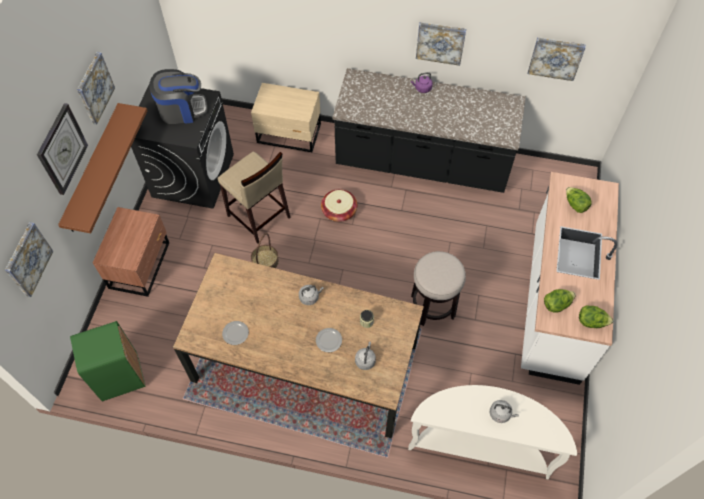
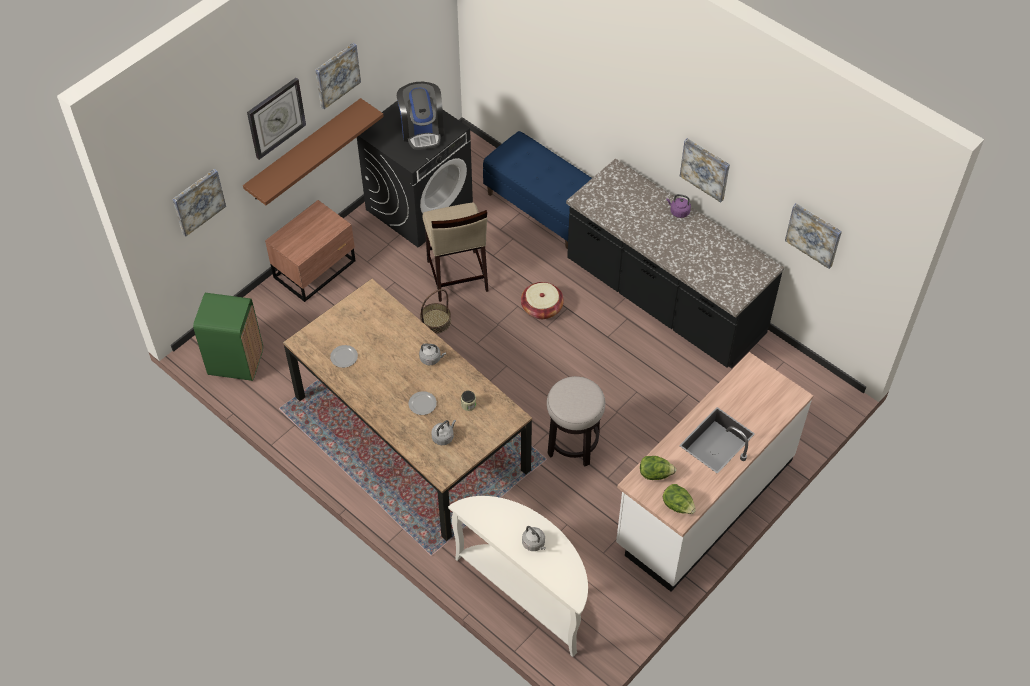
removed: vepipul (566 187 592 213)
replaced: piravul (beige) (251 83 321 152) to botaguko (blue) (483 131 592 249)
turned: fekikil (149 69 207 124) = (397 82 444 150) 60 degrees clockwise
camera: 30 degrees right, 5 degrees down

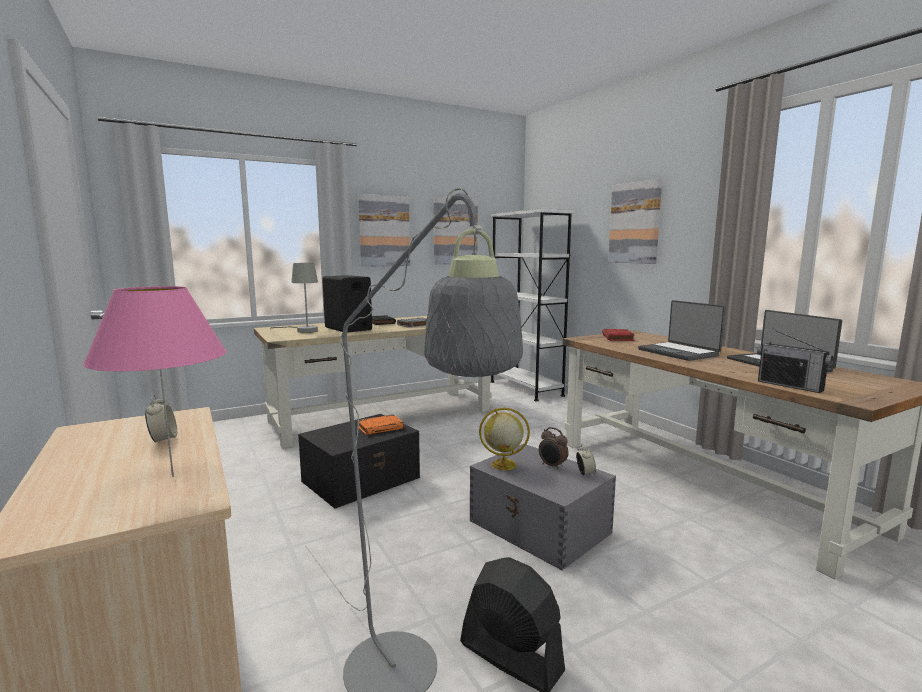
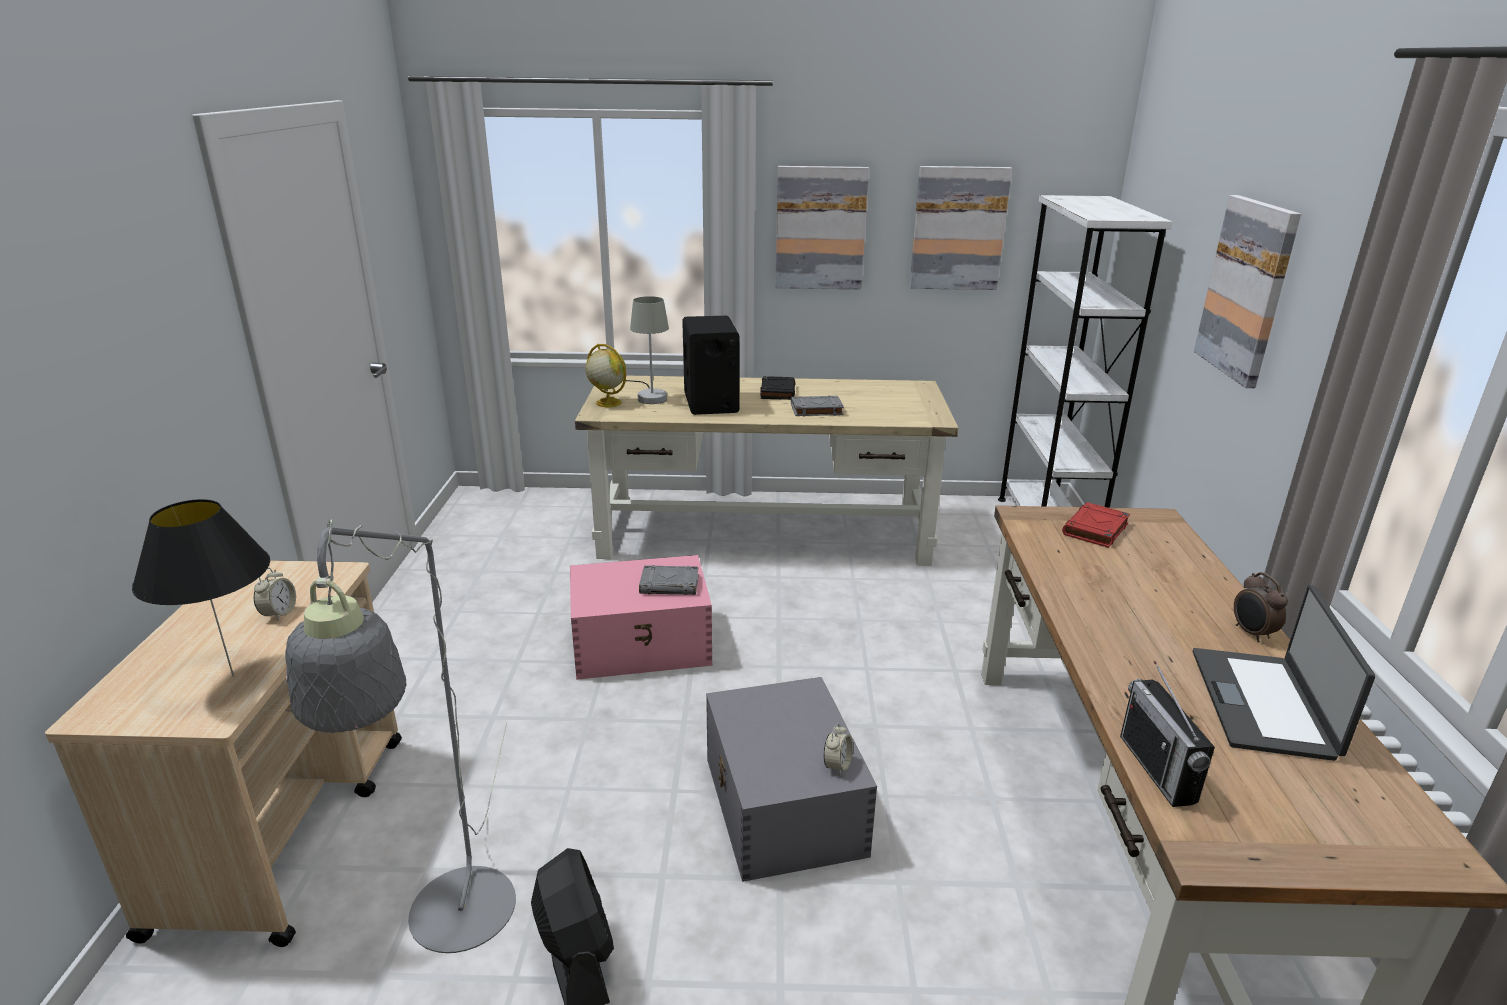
removed: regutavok (638 300 726 361)
moved: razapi (479 408 530 470) to (585 344 626 408); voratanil (539 427 568 470) to (1234 572 1288 642)
recoloured: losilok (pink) (83 286 227 477) to losilok (black) (132 499 270 677); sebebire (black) (298 414 420 508) to sebebire (pink) (570 555 712 680); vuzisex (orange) (357 414 404 435) to vuzisex (grey) (639 565 699 595)
camera: 30 degrees right, 15 degrees up

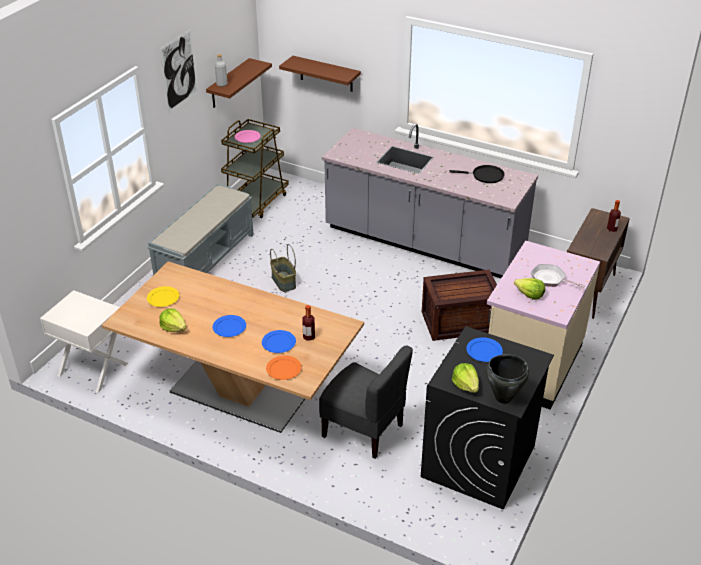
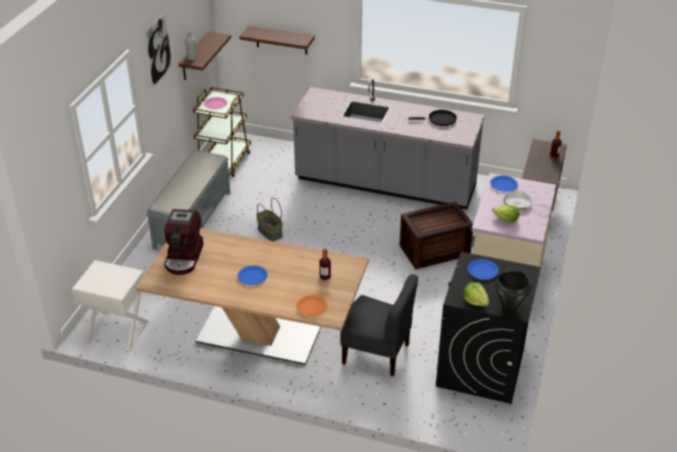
removed: vepipul (159 308 186 332)
moved: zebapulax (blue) (262 330 296 353) to (490 176 518 192)
replaced: zebapulax (yellow) (147 286 179 307) to fekikil (164 209 203 275)
camera: 10 degrees left, 0 degrees up

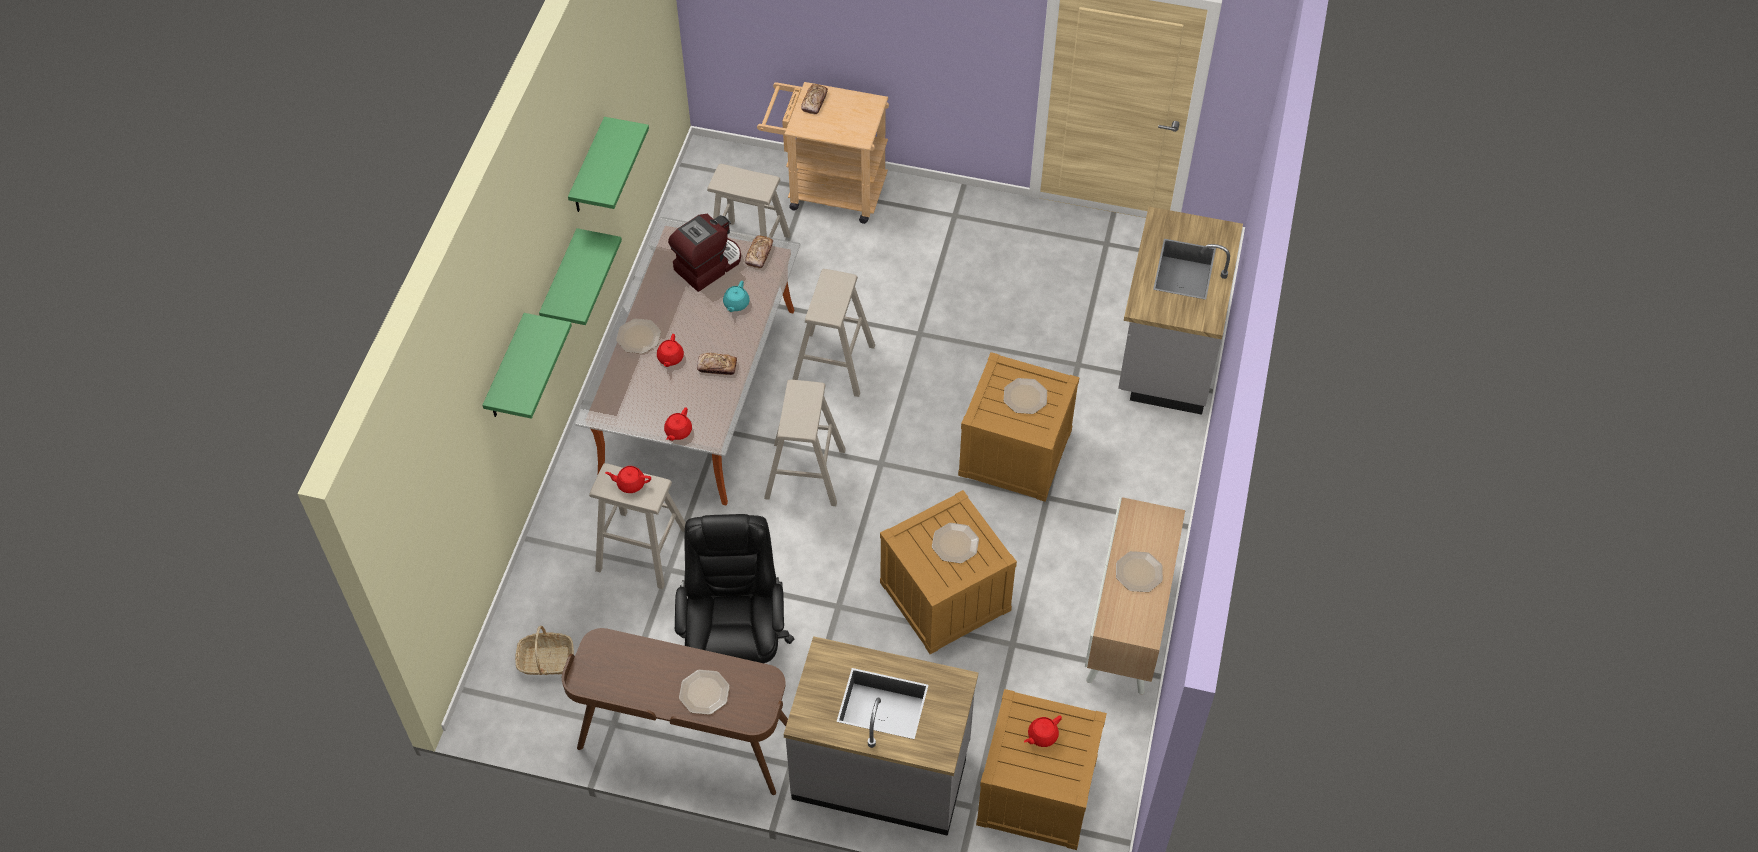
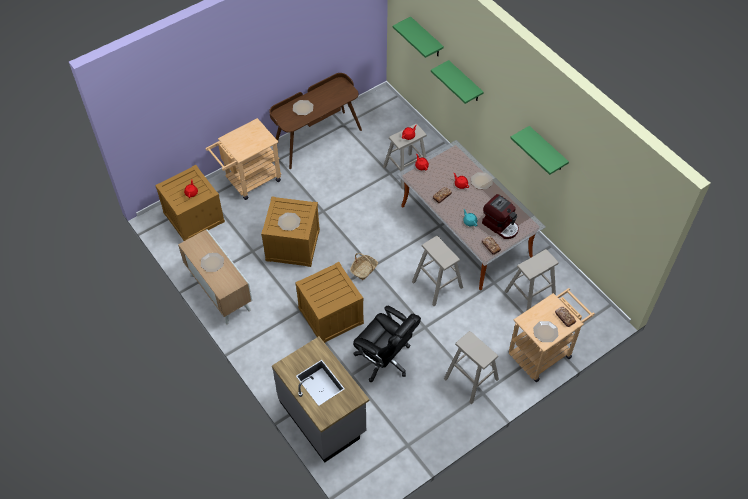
moved: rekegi (515 626 574 675) to (350 253 378 280); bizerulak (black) (675 514 794 663) to (353 306 421 382); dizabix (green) (539 228 622 325) to (393 17 444 58); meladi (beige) (764 380 846 506) to (444 331 499 404); zebapulax (1004 378 1047 414) to (533 321 559 342)
replaced: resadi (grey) (784 636 978 836) to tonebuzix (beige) (206 118 281 200)
turned: fekikil (668 214 741 292) = (482 194 519 239) 45 degrees counterclockwise
camera: 130 degrees right, 0 degrees up

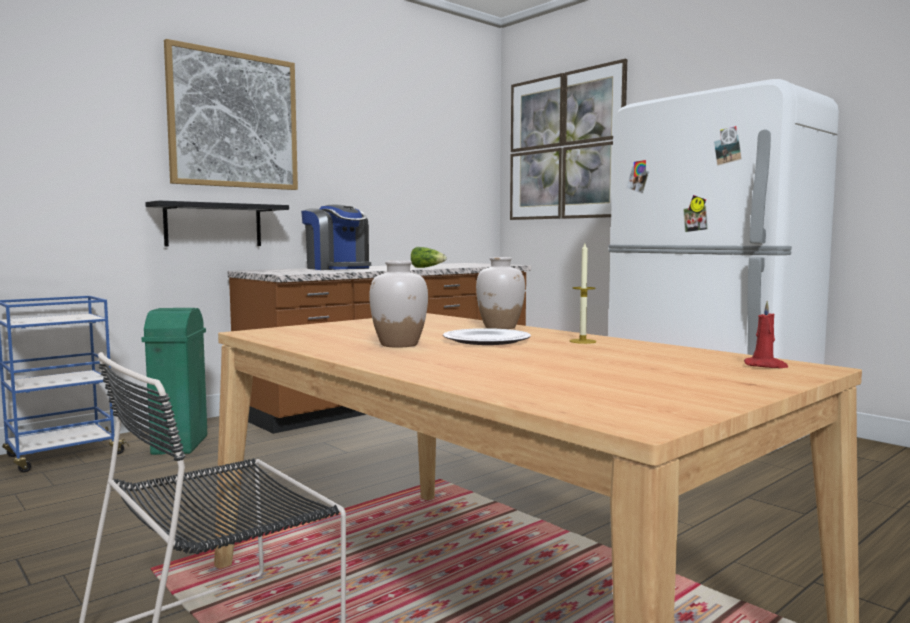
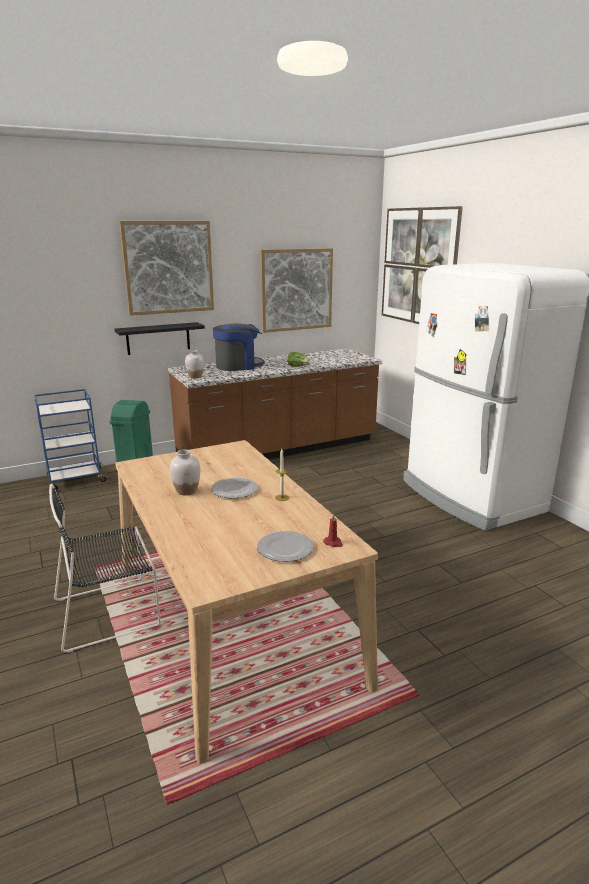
added: zebapulax (257 531 314 562); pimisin (260 248 333 333)
moved: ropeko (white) (476 257 525 329) to (185 350 204 378)
turned: fekikil (301 205 371 270) = (213 324 265 371) 90 degrees counterclockwise
camera: 15 degrees right, 15 degrees up

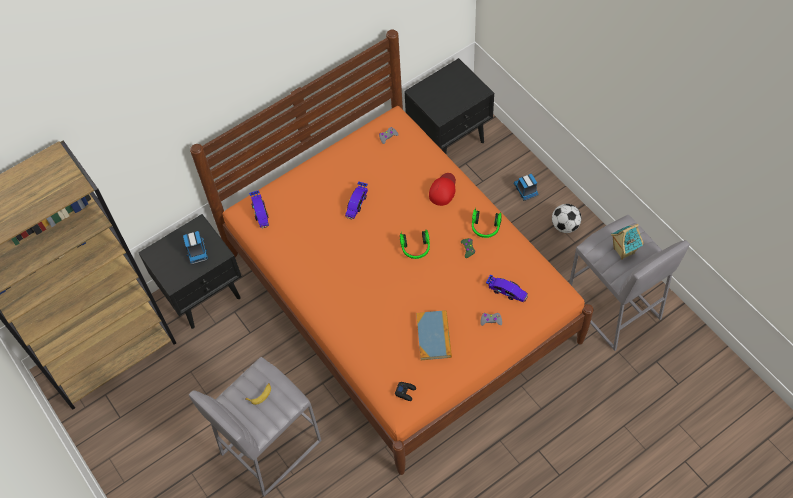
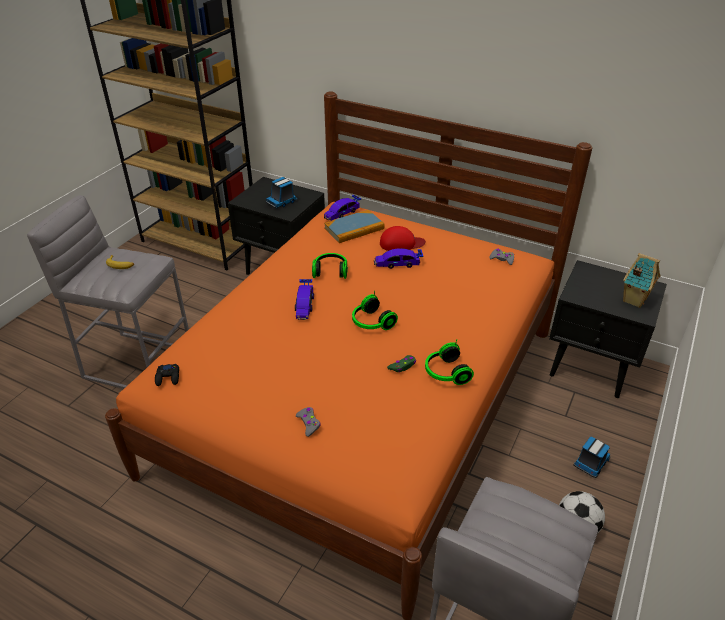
added: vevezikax (312 253 348 279)
moved: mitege (486 275 528 302) to (295 279 314 320); vuzisex (416 310 452 360) to (324 210 384 243); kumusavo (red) (429 173 456 206) to (380 226 426 251); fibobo (611 224 644 260) to (623 253 661 308)
camera: 60 degrees right, 20 degrees down

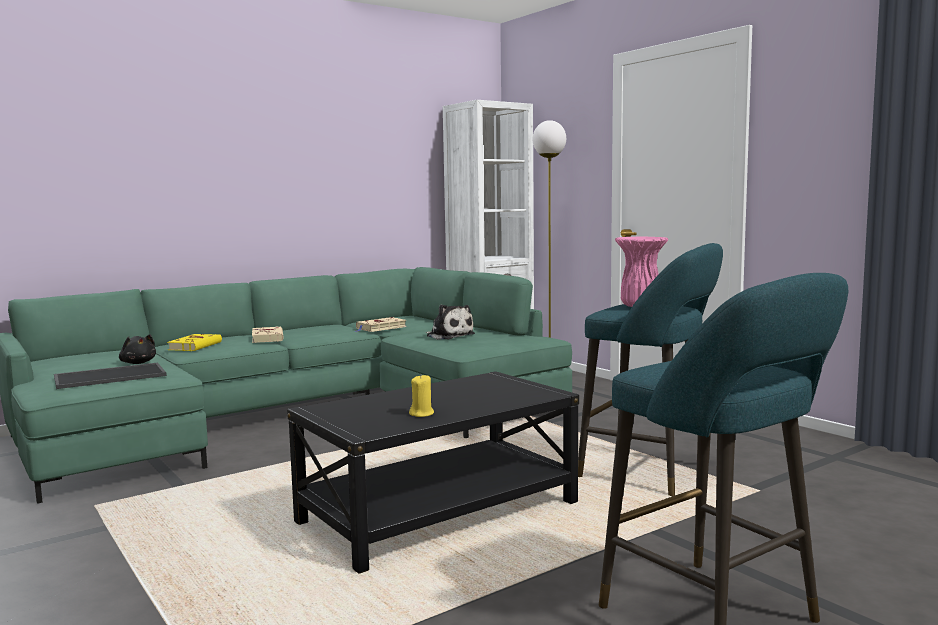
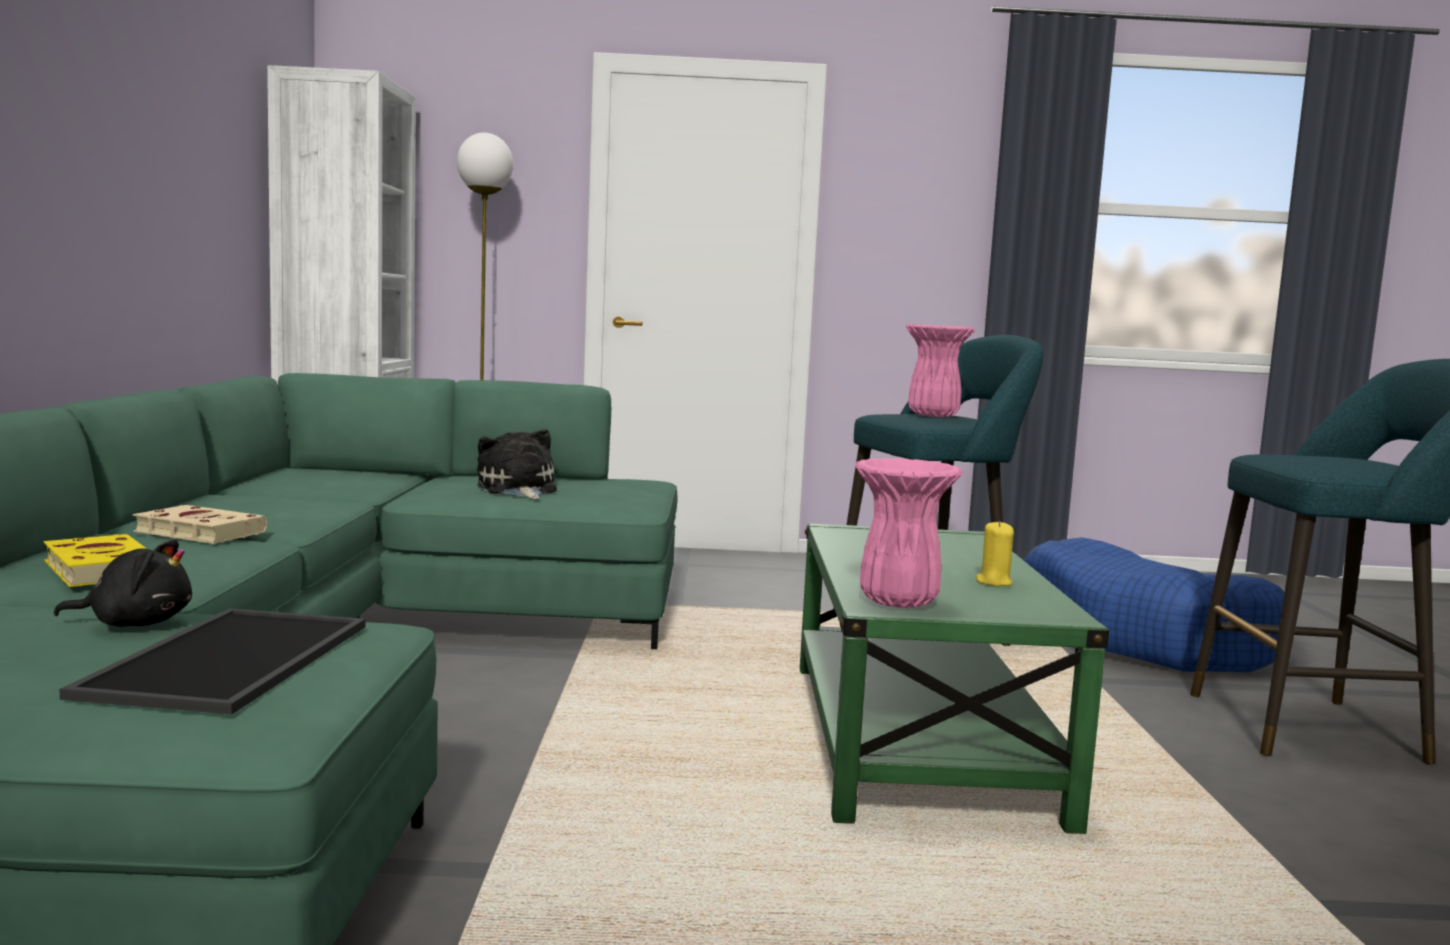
removed: vuzisex (beige) (356 317 407 332)
added: ropeko (pink) (855 458 963 608); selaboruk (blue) (1024 537 1284 672)
recoloured: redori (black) (287 371 579 574) to redori (green) (800 523 1109 834)
turned: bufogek (425 304 475 340) = (477 429 557 499) 105 degrees counterclockwise
camera: 55 degrees left, 0 degrees up

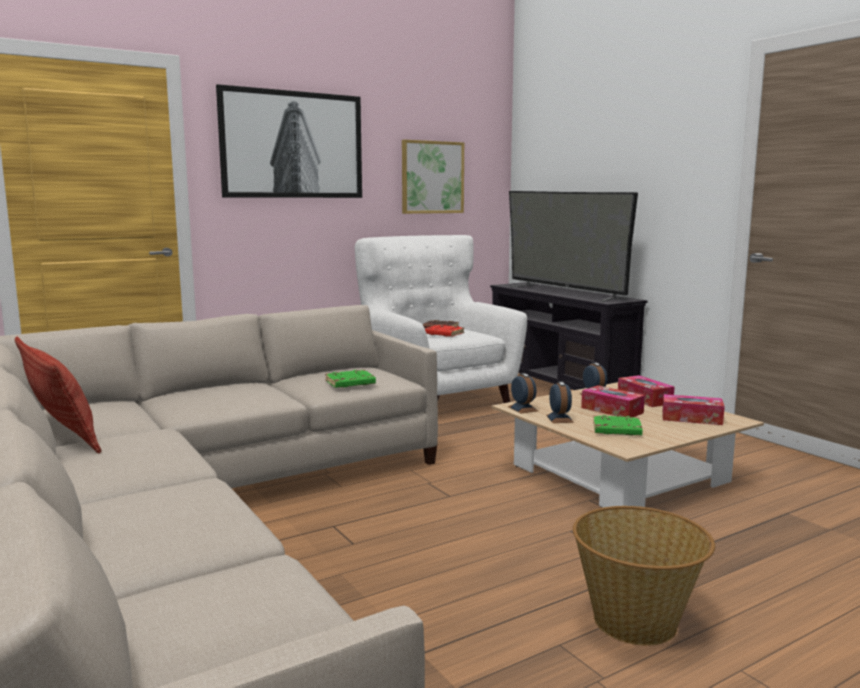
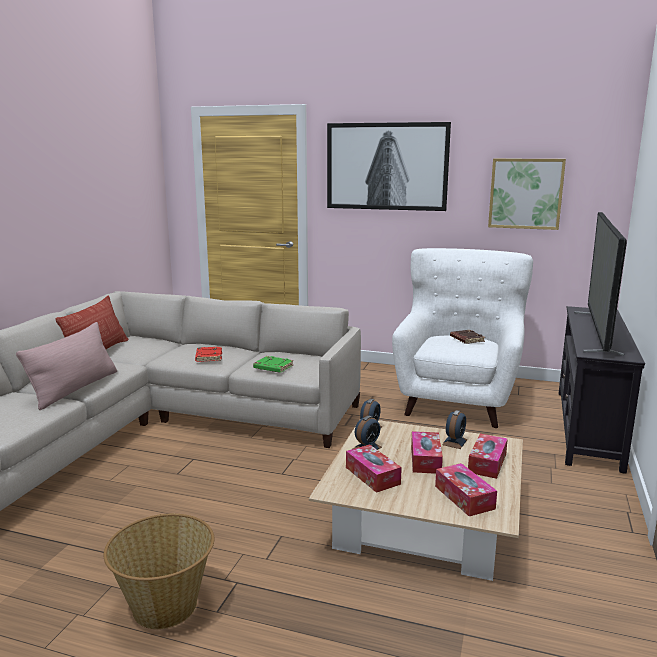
added: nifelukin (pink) (16 322 117 410)
moved: vuzisex (red) (425 325 464 337) to (195 347 222 362)
replaced: vuzisex (green) (593 415 642 435) to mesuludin (346 444 402 493)
camera: 50 degrees right, 5 degrees up

